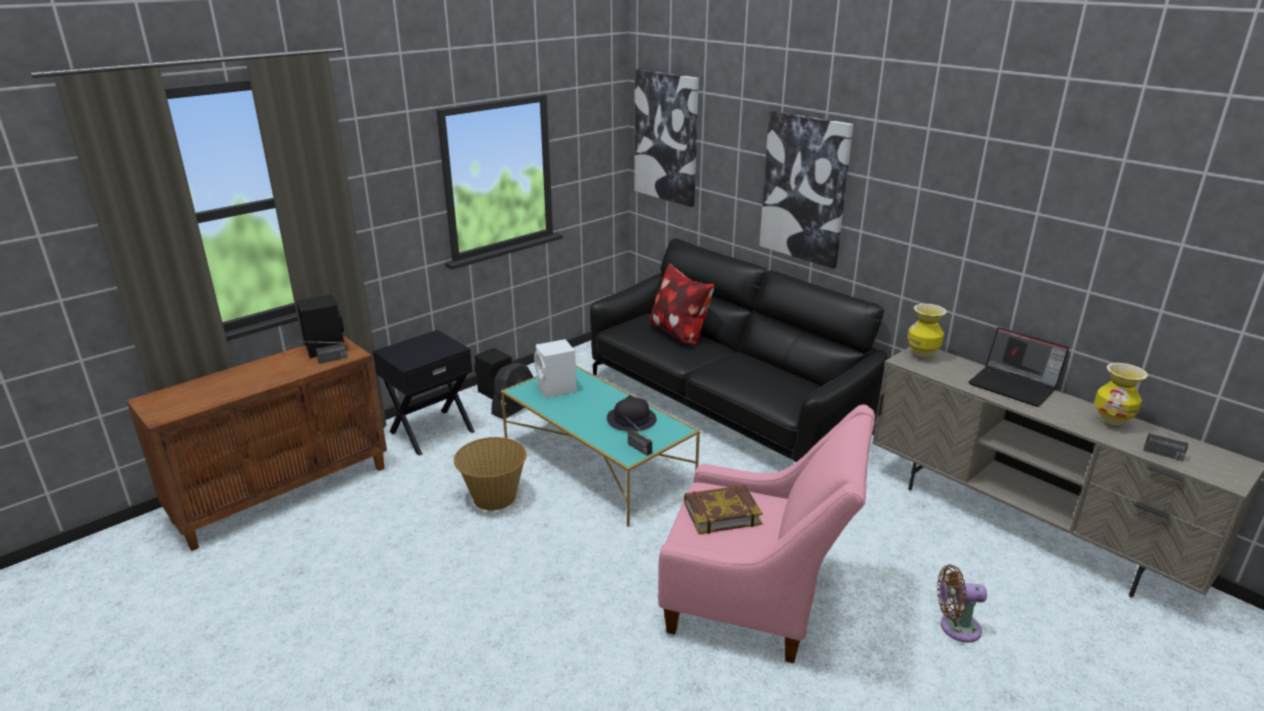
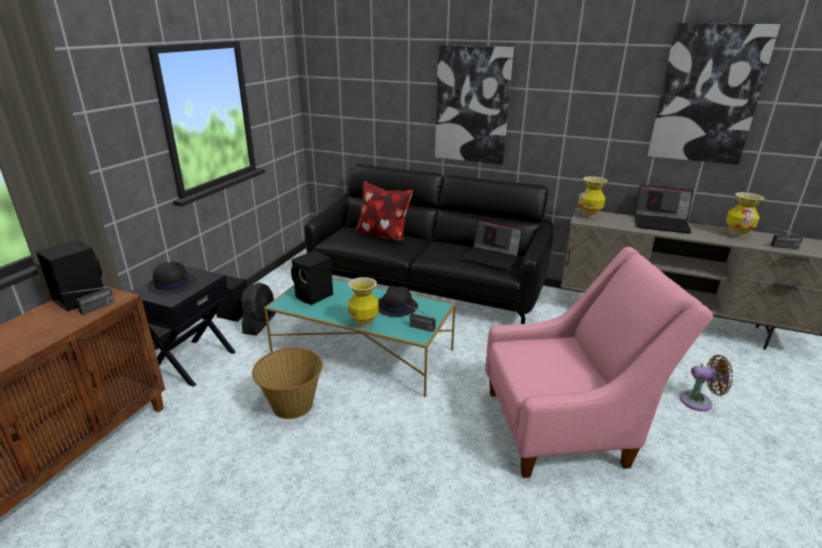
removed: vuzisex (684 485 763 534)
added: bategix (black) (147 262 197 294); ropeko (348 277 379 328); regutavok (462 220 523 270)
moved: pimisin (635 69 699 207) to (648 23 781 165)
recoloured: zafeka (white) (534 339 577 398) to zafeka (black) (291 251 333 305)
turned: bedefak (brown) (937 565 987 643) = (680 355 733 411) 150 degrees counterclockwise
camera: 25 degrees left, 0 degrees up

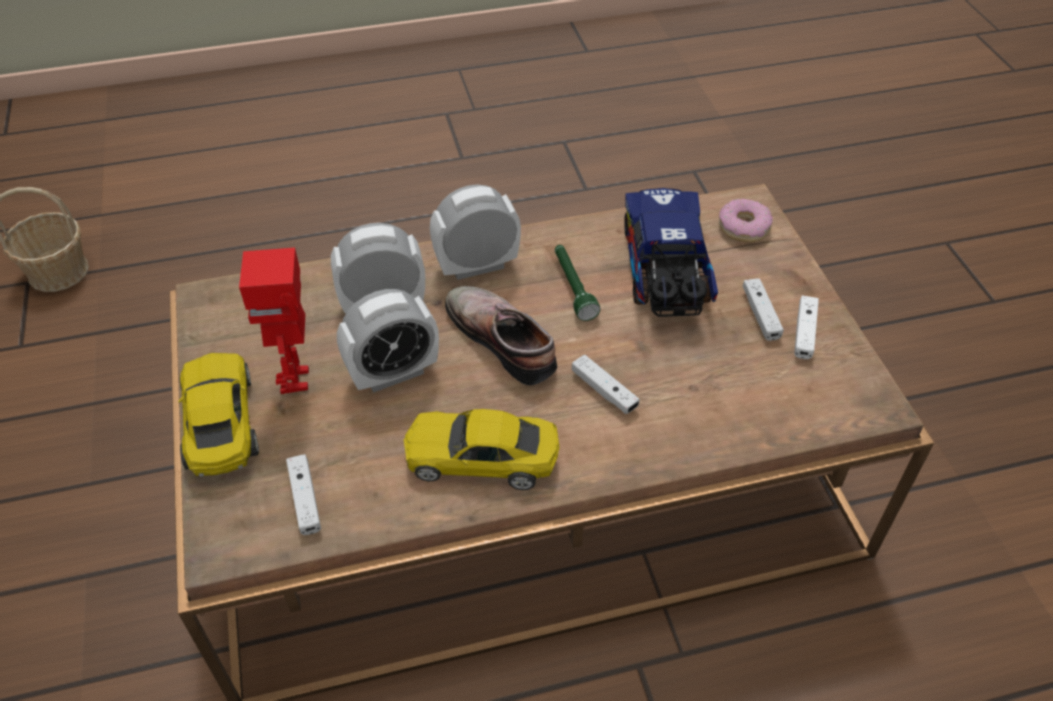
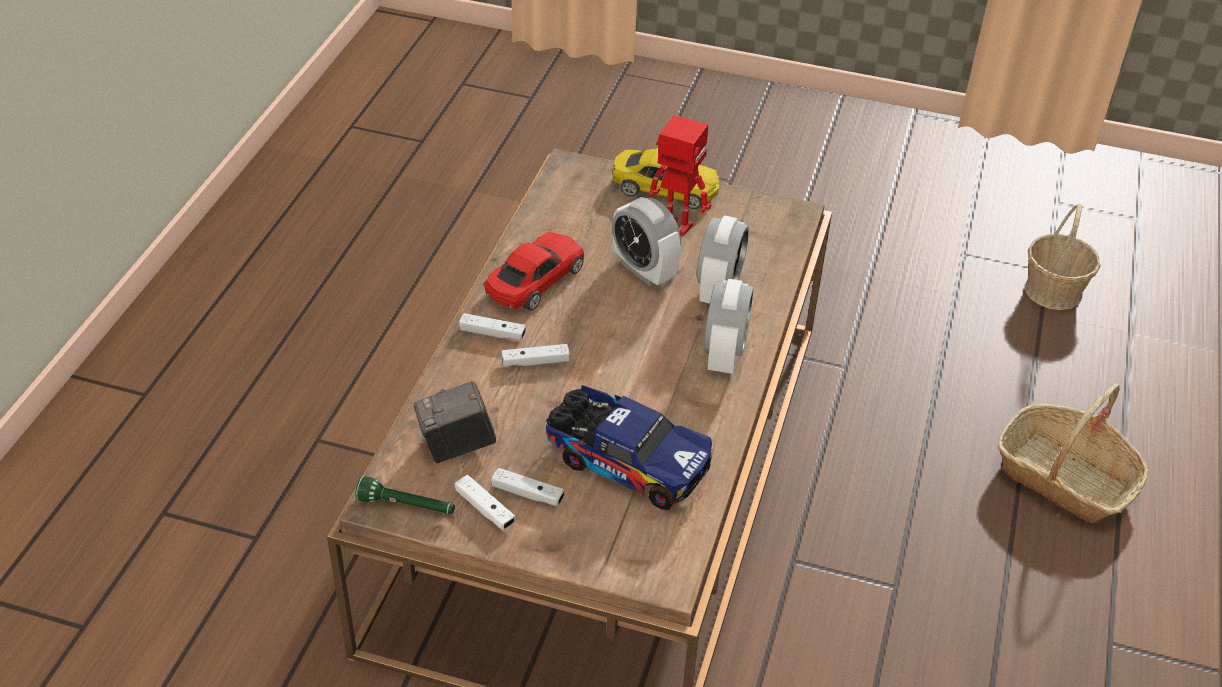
removed: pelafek (445 286 557 385); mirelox (719 199 773 242)
added: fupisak (414 381 496 463); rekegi (998 383 1148 524)
moved: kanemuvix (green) (555 245 600 321) to (355 476 455 514); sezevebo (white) (286 454 321 535) to (459 313 526 340)
recoloured: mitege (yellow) (404 409 560 490) to mitege (red) (483 232 584 311)
turned: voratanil (337 289 439 393) = (612 197 681 286) 45 degrees counterclockwise
camera: 120 degrees right, 5 degrees down

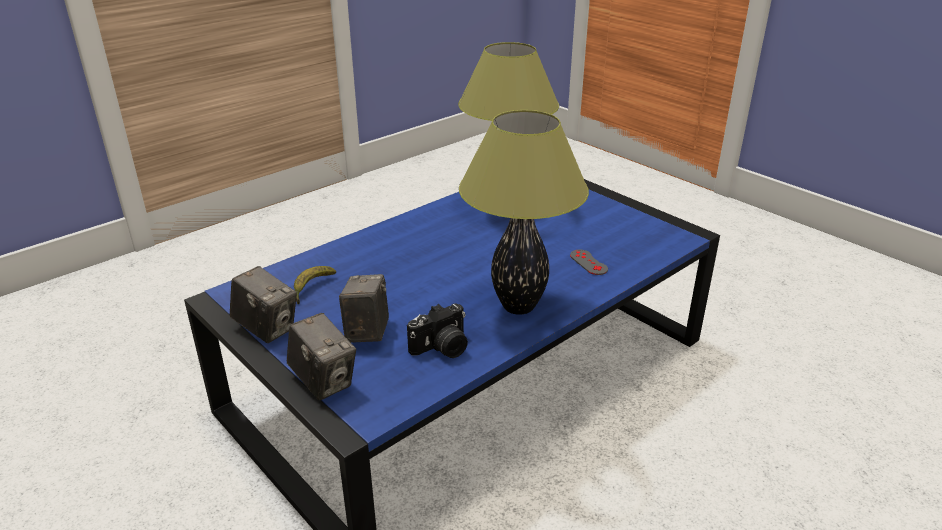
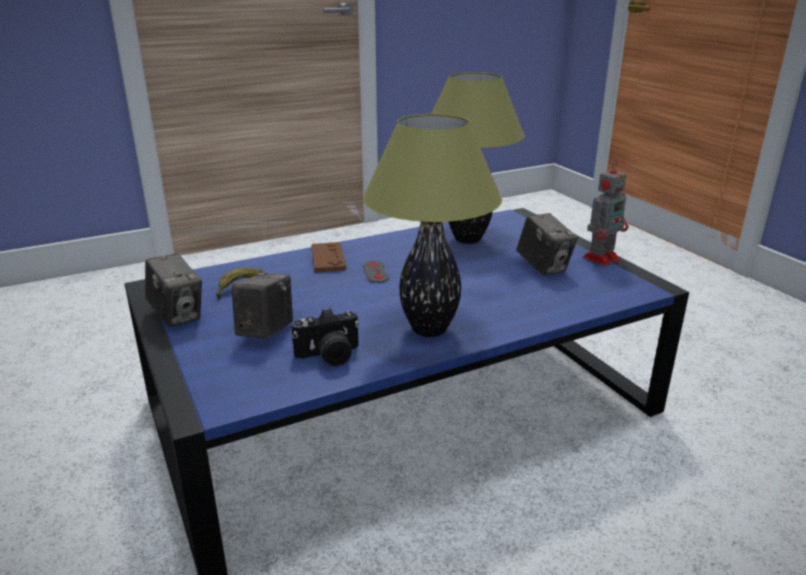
added: sezevebo (brown) (311 242 346 272); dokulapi (583 160 628 266)
moved: sezevebo (grey) (570 250 608 275) to (363 261 389 283); fupisak (287 313 356 400) to (516 213 578 275)
camera: 15 degrees right, 5 degrees down

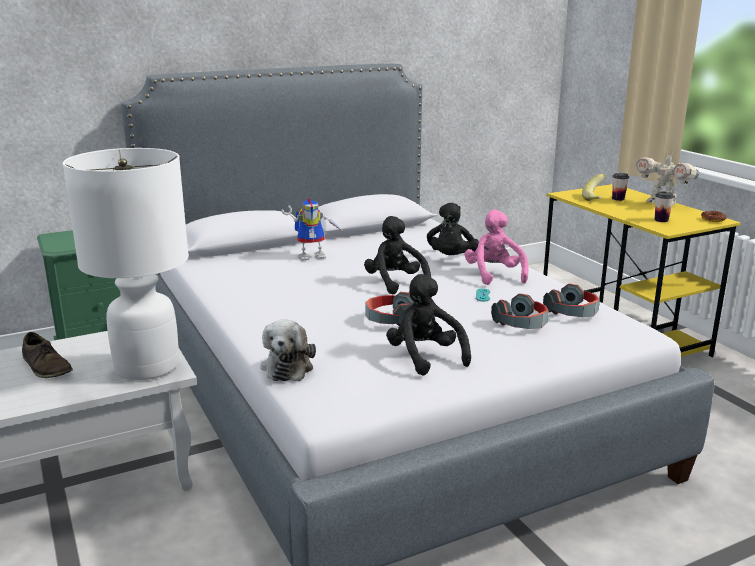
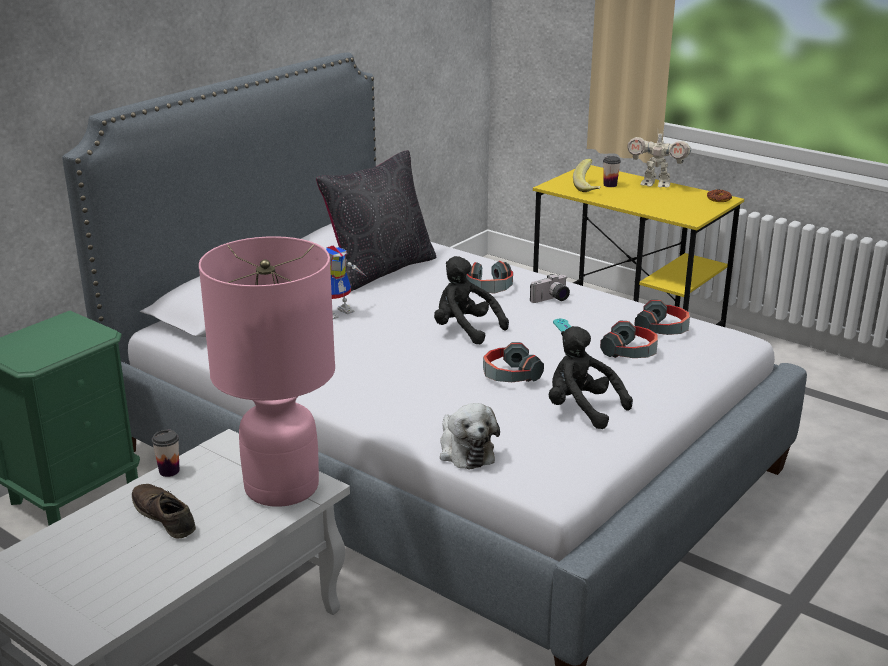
added: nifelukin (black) (316 150 436 291)
moved: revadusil (655 191 674 222) to (152 430 179 477)
replaced: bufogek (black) (427 203 479 255) to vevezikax (466 261 513 294); bufogek (pink) (464 210 529 285) to fupisak (530 274 570 303)
recoloured: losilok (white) (63 148 189 380) to losilok (pink) (199 236 335 507)
turned: pelafek (brown) (22 332 73 378) = (132 484 196 539) 150 degrees counterclockwise
camera: 25 degrees left, 5 degrees up

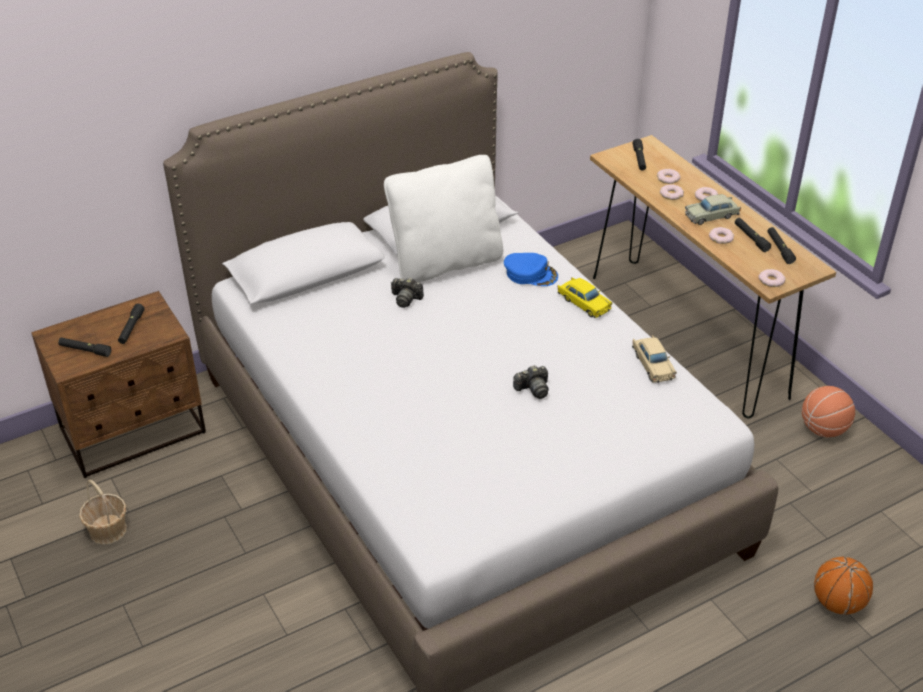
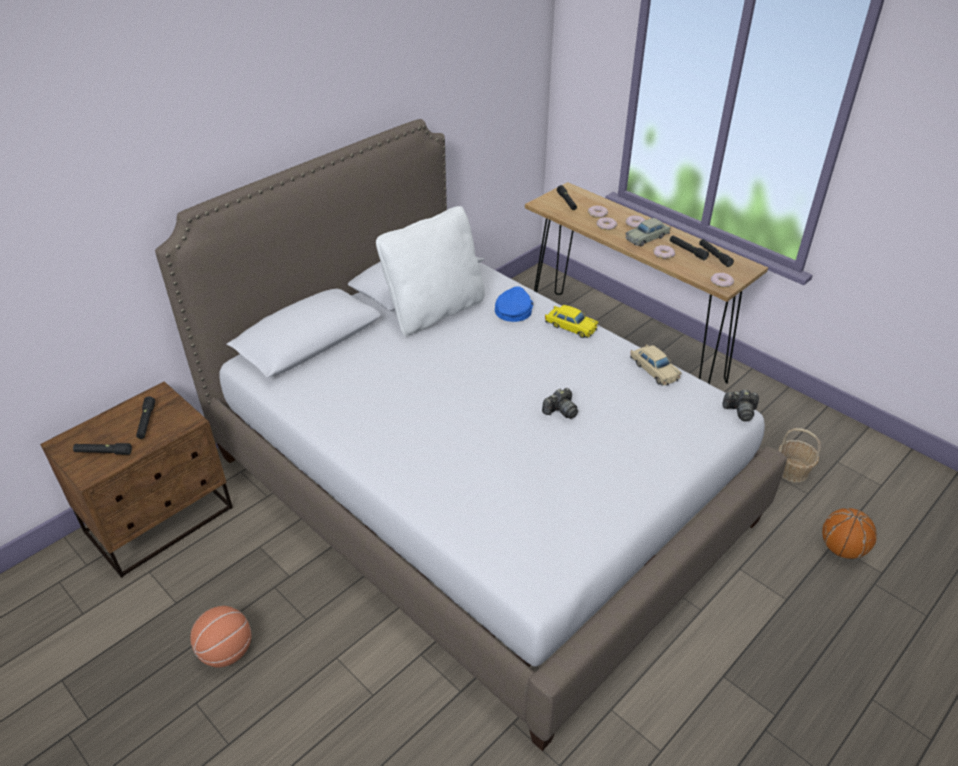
moved: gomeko (802 386 855 437) to (190 606 251 668); fupisak (391 277 424 308) to (723 389 759 421); rekegi (79 480 127 545) to (779 428 821 482)
turned: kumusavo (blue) (504 253 558 286) = (495 286 533 322) 75 degrees counterclockwise
camera: 15 degrees left, 0 degrees up

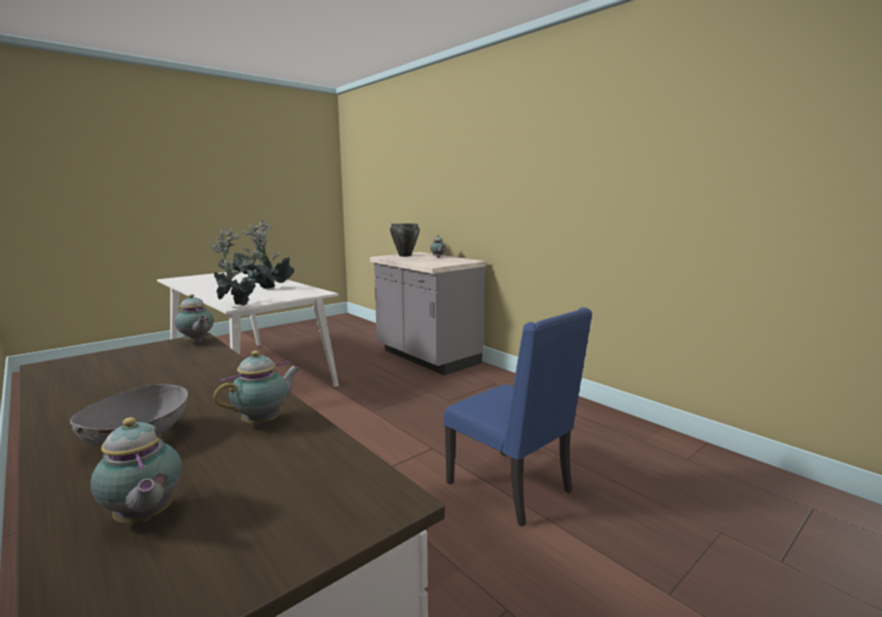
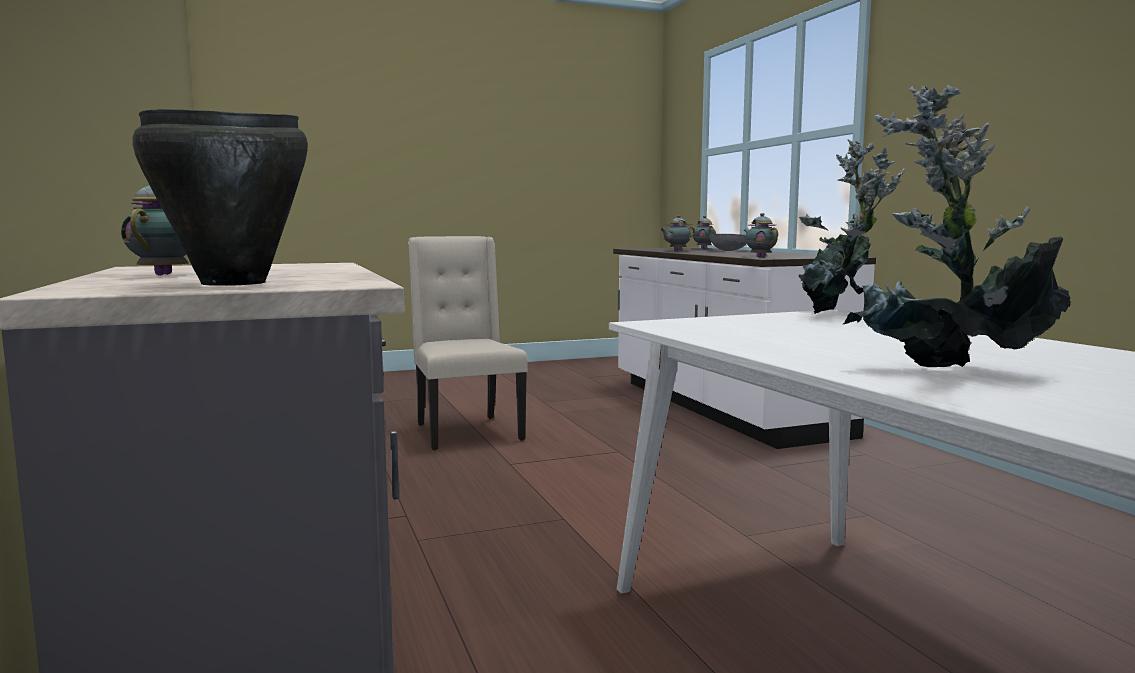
removed: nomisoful (242 224 294 289)
recoloured: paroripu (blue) (444 307 593 527) to paroripu (beige) (408 236 528 450)
camera: 160 degrees left, 5 degrees down

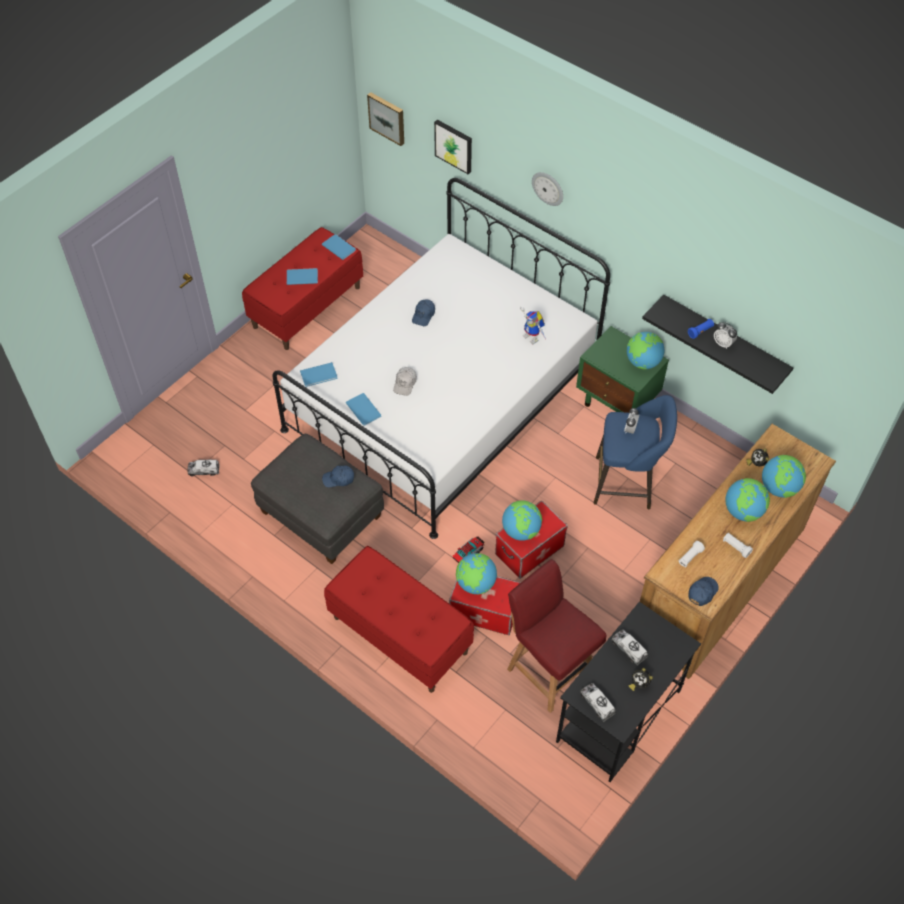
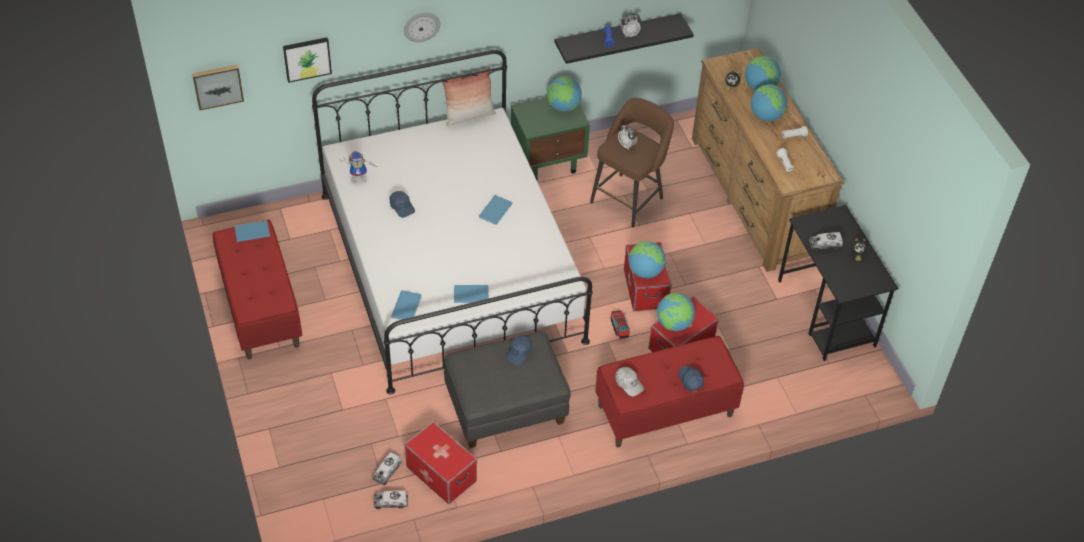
removed: paroripu (red) (507 559 607 713)
added: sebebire (404 421 477 504); nifelukin (441 68 496 126)
moved: dokulapi (520 307 546 344) to (339 151 377 183); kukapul (580 683 616 722) to (374 491 408 509); vuzisex (blue) (287 268 318 285) to (479 195 513 225); kumusavo (white) (393 367 417 396) to (615 367 644 397); kumusavo (blue) (689 577 719 606) to (678 366 704 392)
recoloured: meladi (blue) (594 395 677 509) to meladi (brown) (590 98 674 228)
camera: 60 degrees left, 5 degrees down

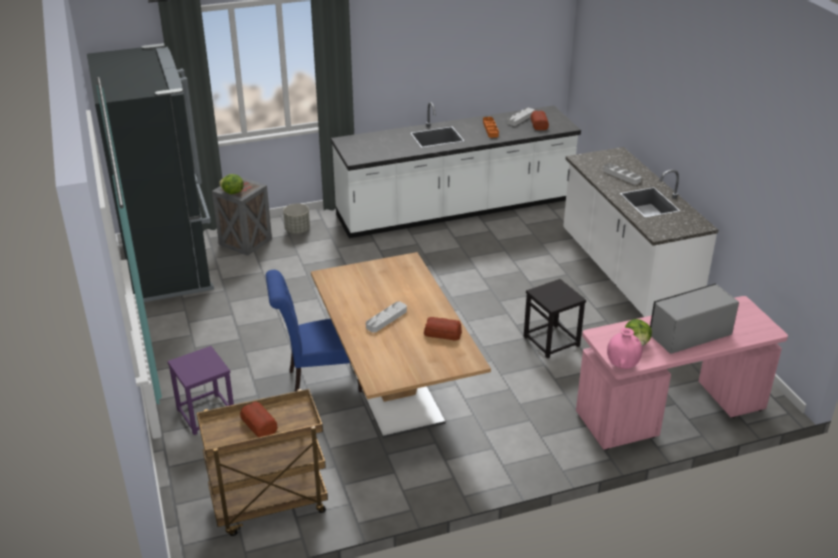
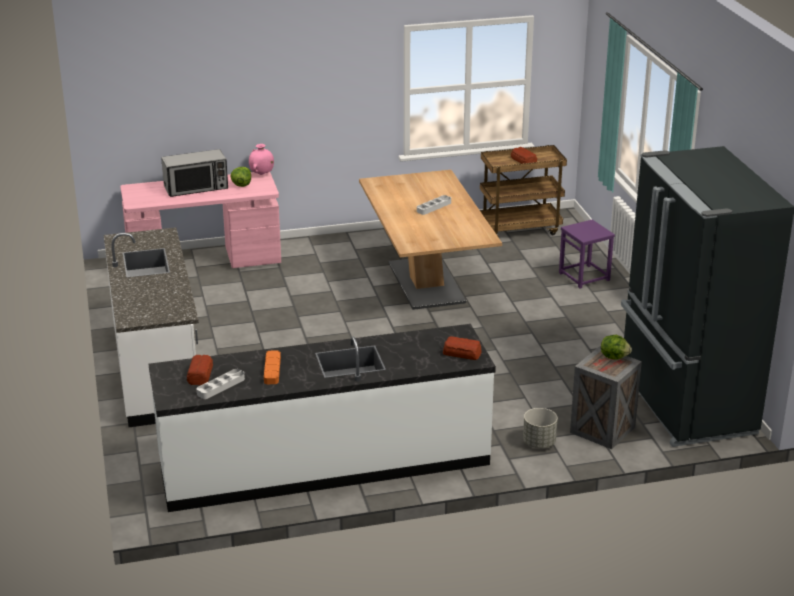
removed: paroripu (blue) (266 270 362 392); meladi (black) (524 279 586 358); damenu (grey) (603 163 642 185)
moved: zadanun (424 317 462 340) to (443 336 482 360)
camera: 175 degrees left, 5 degrees down

